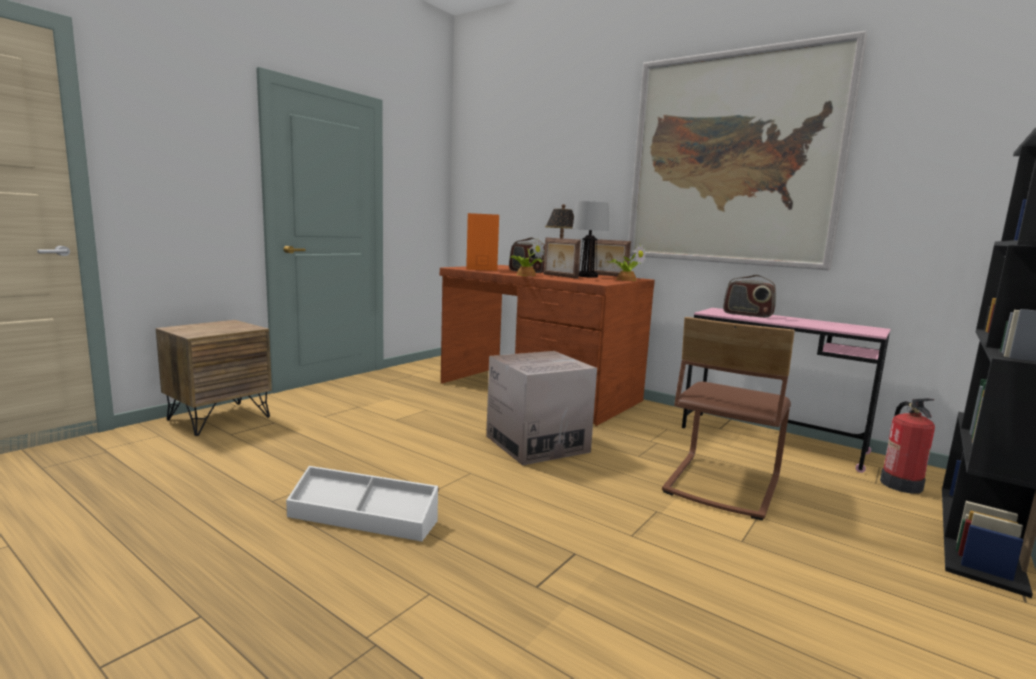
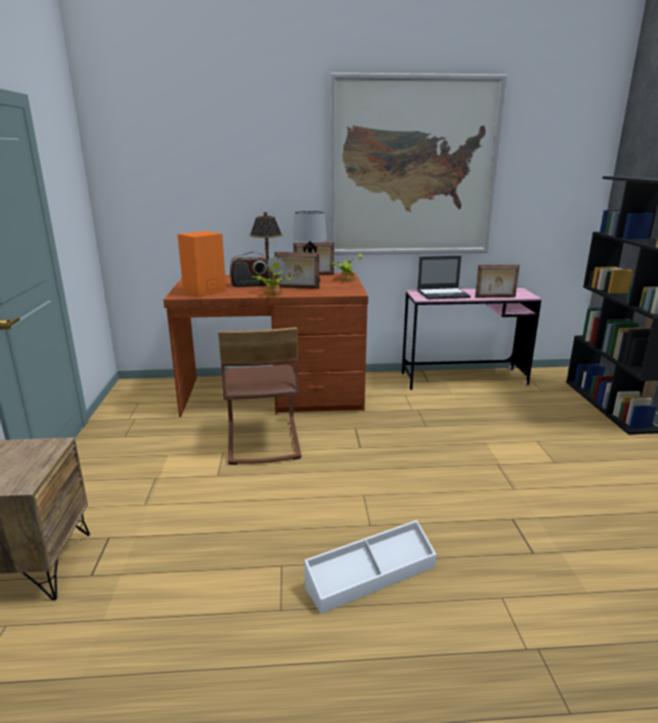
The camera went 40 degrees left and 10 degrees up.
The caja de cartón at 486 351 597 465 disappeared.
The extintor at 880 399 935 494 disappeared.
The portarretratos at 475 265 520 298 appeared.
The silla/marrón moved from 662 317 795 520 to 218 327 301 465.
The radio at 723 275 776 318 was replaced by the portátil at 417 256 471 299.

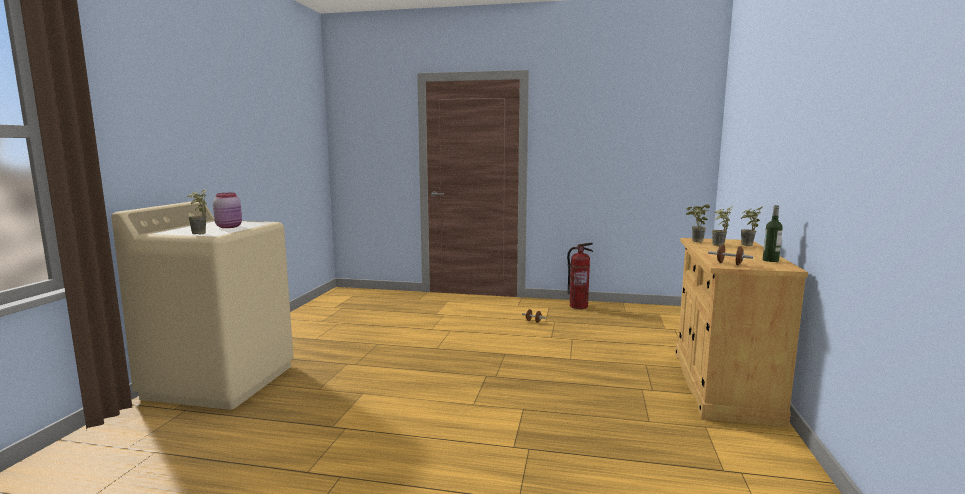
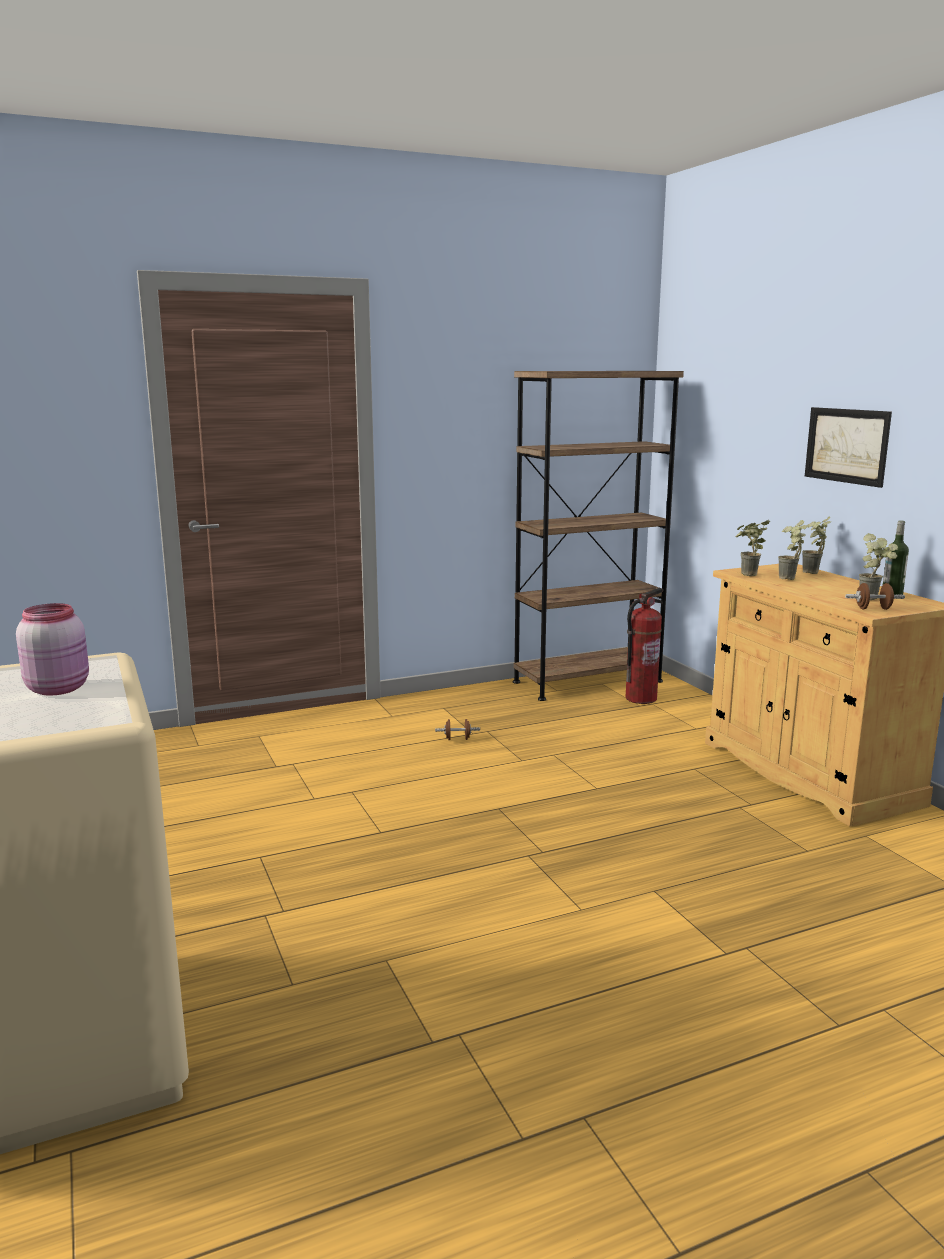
The camera went 35 degrees left and 5 degrees up.
The estantería/marrón at 513 371 684 701 appeared.
The cuadro at 805 407 892 488 appeared.
The planta en maceta moved from 187 187 207 234 to 859 533 898 600.
The extintor moved from 567 243 593 309 to 626 588 663 704.

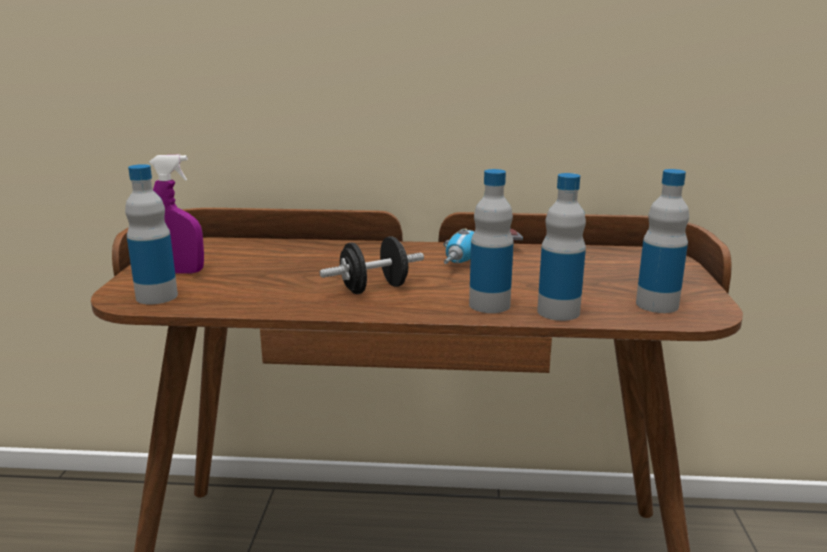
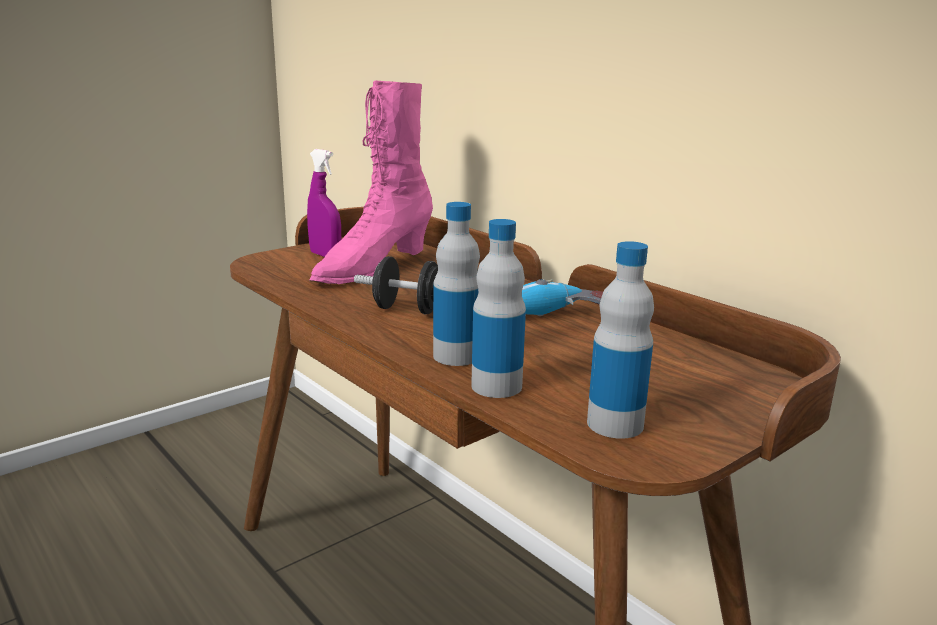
The camera went 45 degrees right and 0 degrees up.
The botella at 125 164 178 304 disappeared.
The bota/rosa at 309 80 433 284 appeared.

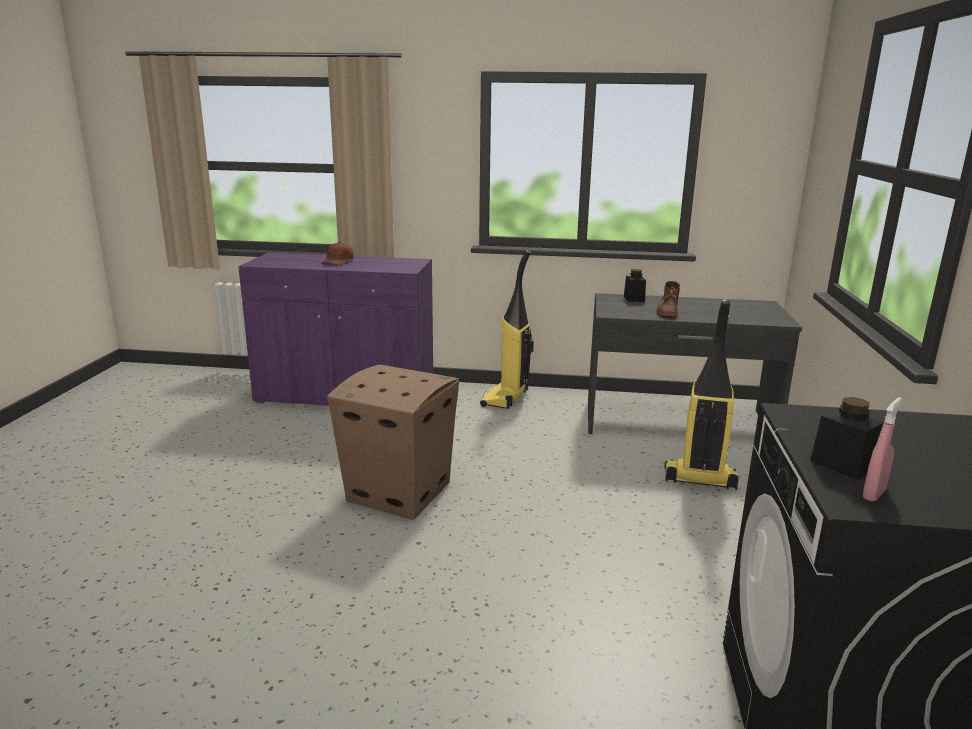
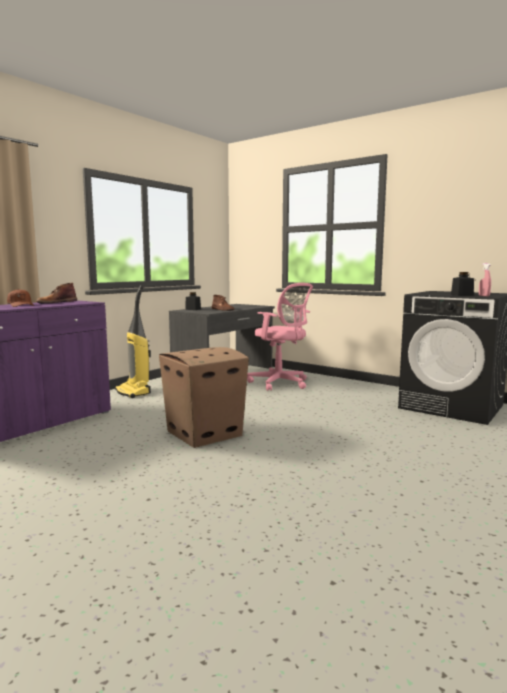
The camera went 60 degrees left and 10 degrees down.
The bota/marrón at 36 283 77 304 appeared.
The aspiradora at 664 300 739 490 was replaced by the silla de oficina/rosa at 247 283 313 391.

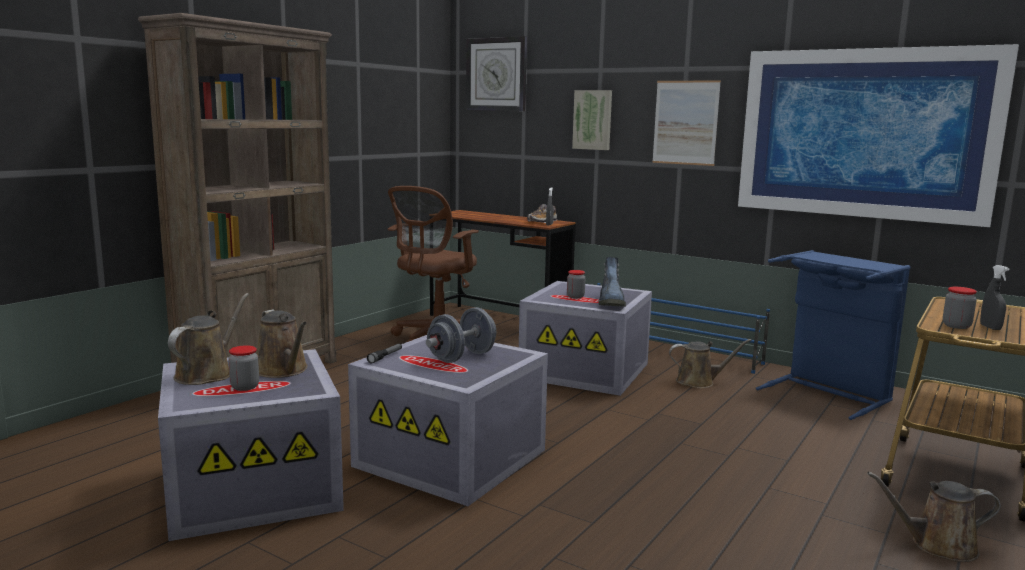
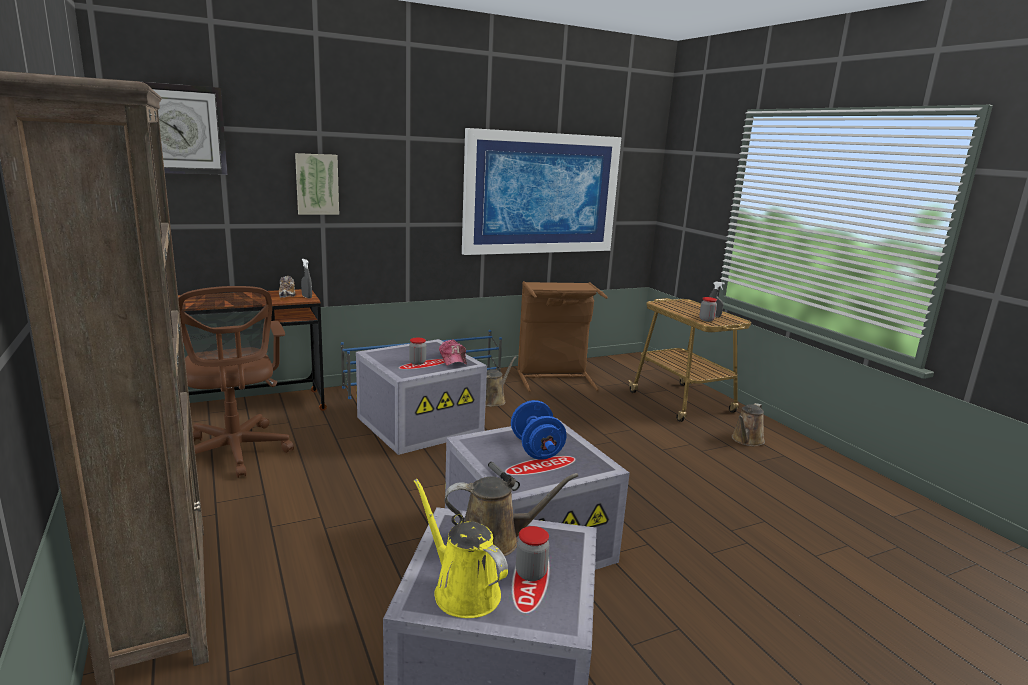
The camera went 60 degrees left and 5 degrees up.
The cuadro at 652 80 721 166 disappeared.
The bota at 599 257 626 307 was replaced by the gorra at 439 339 467 366.
The regadera/marrón at 168 293 249 385 became the regadera/amarillo at 414 479 508 618.
The mancuerna/gris at 426 307 496 363 became the mancuerna/azul at 511 400 566 460.
The cesto de la ropa/azul at 756 250 911 420 became the cesto de la ropa/marrón at 517 281 608 392.

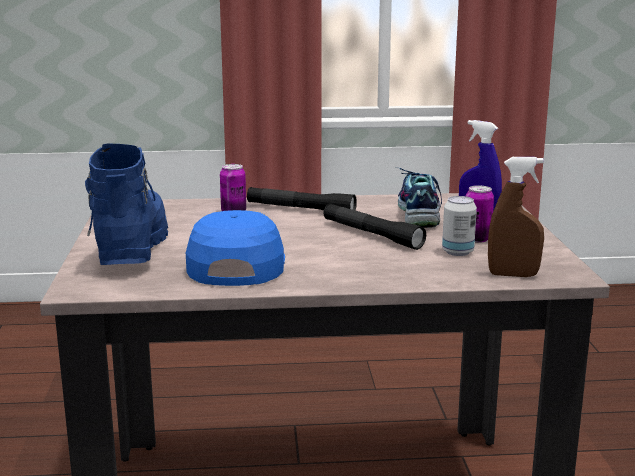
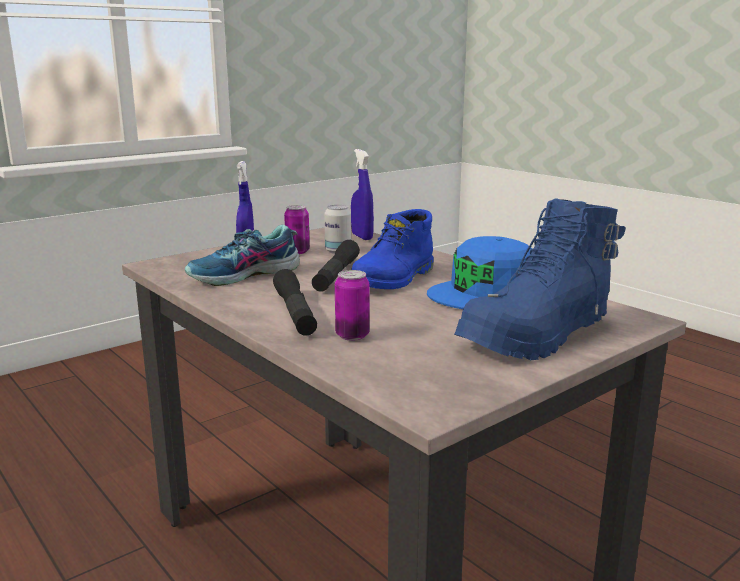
The camera went 125 degrees left and 0 degrees up.
The bota/azul at 352 209 434 289 appeared.
The pulverizador/marrón at 488 157 544 277 became the pulverizador/azul at 351 149 374 240.

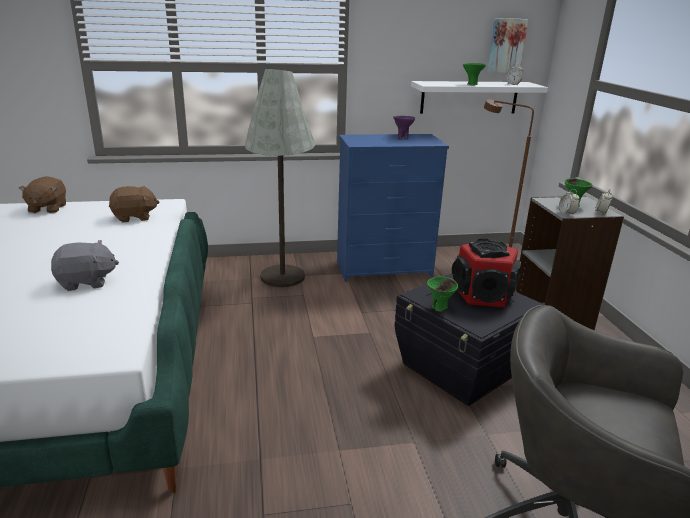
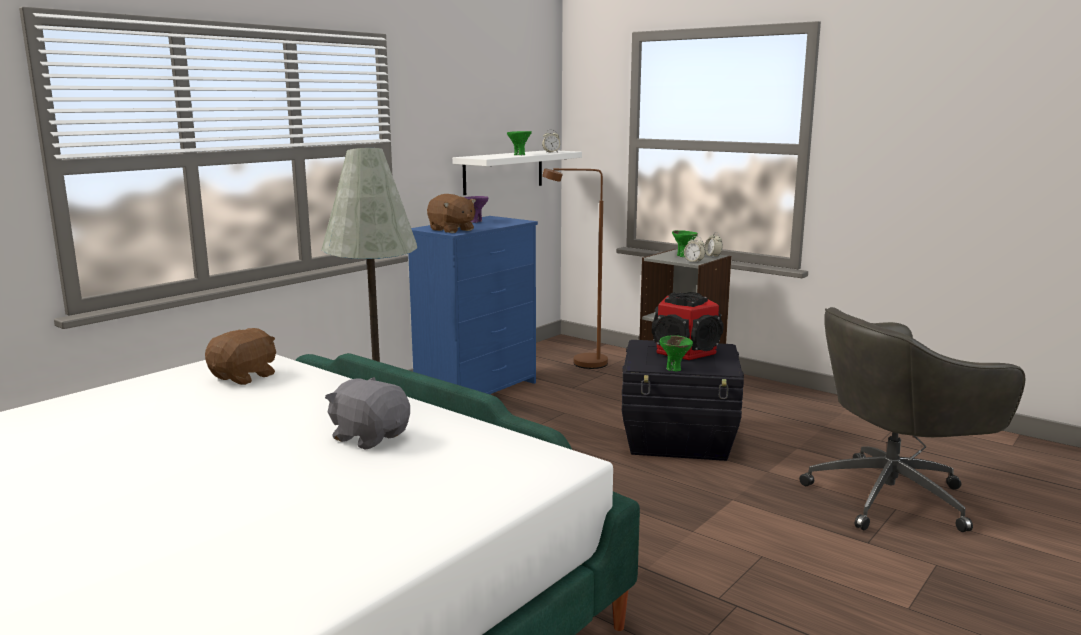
The camera went 40 degrees left and 10 degrees down.
The cuadro at 487 18 528 73 disappeared.
The peluche/marrón moved from 19 176 66 213 to 427 194 476 233.
The peluche/gris at 51 240 119 291 turned 90 degrees counterclockwise.

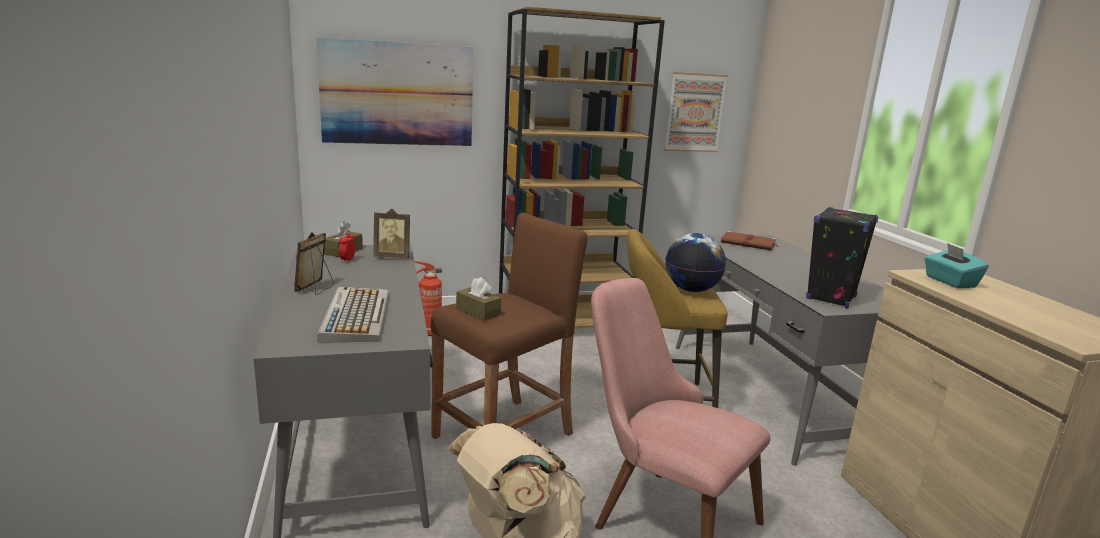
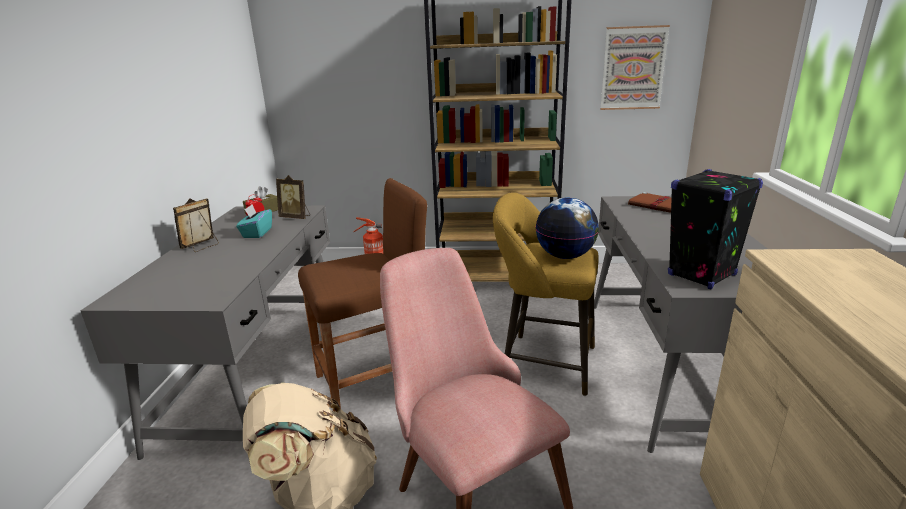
The camera went 20 degrees right and 5 degrees up.
The cuadro at 316 37 473 146 disappeared.
The teclado at 317 287 389 343 disappeared.
The caja de pañuelos/marrón at 456 277 501 320 disappeared.
The caja de pañuelos/turquesa moved from 924 243 989 288 to 236 204 272 238.

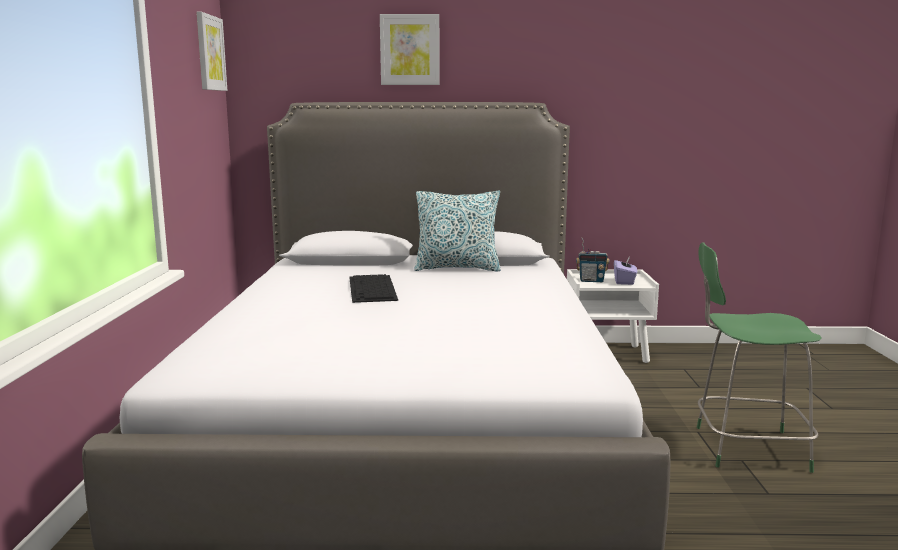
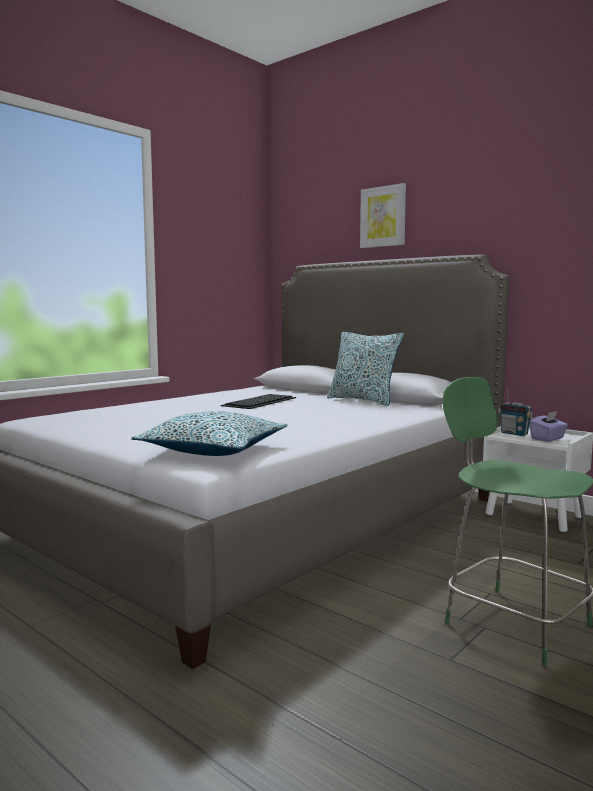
The camera went 40 degrees right and 5 degrees down.
The cuadro at 196 12 227 91 disappeared.
The cojín at 131 411 288 456 appeared.

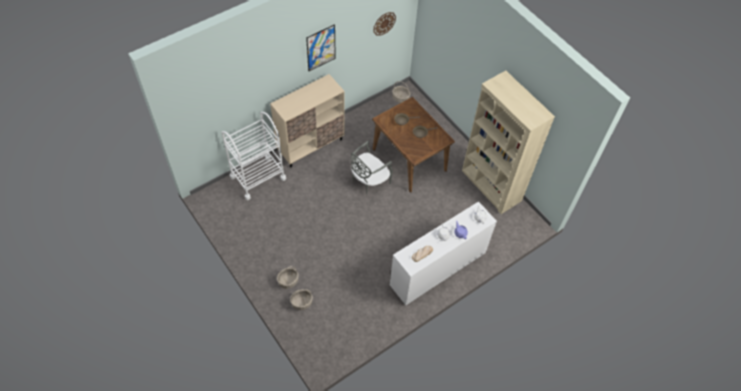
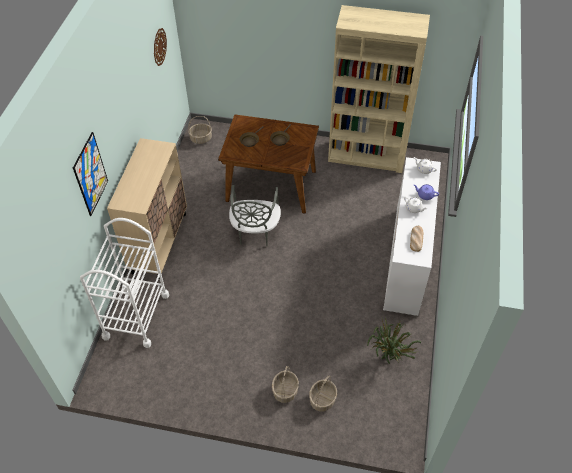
The camera went 40 degrees left and 5 degrees down.
The planta en maceta at 367 315 421 364 appeared.
The cuadro moved from 306 24 336 71 to 73 132 108 216.

